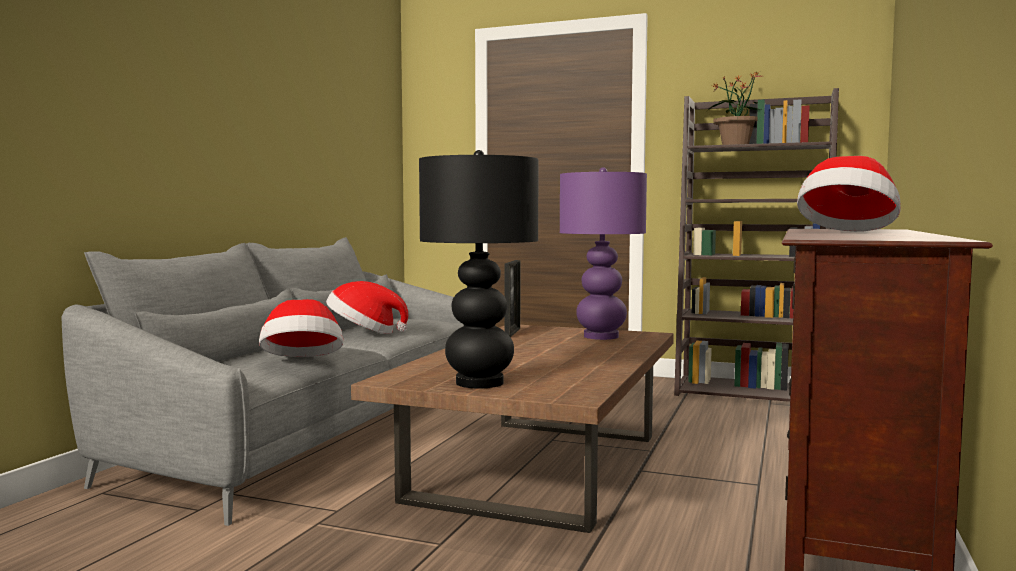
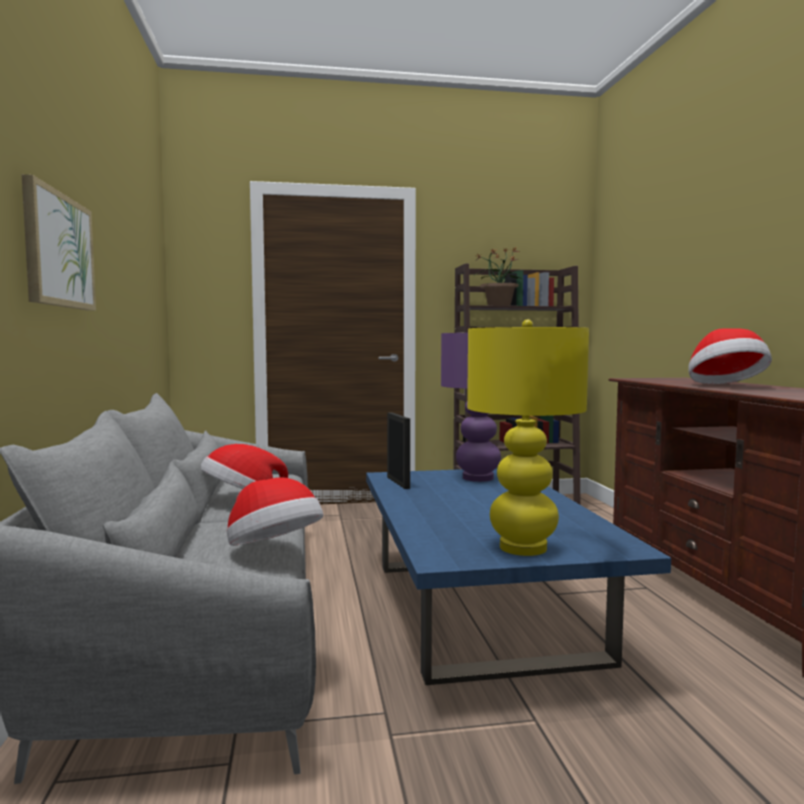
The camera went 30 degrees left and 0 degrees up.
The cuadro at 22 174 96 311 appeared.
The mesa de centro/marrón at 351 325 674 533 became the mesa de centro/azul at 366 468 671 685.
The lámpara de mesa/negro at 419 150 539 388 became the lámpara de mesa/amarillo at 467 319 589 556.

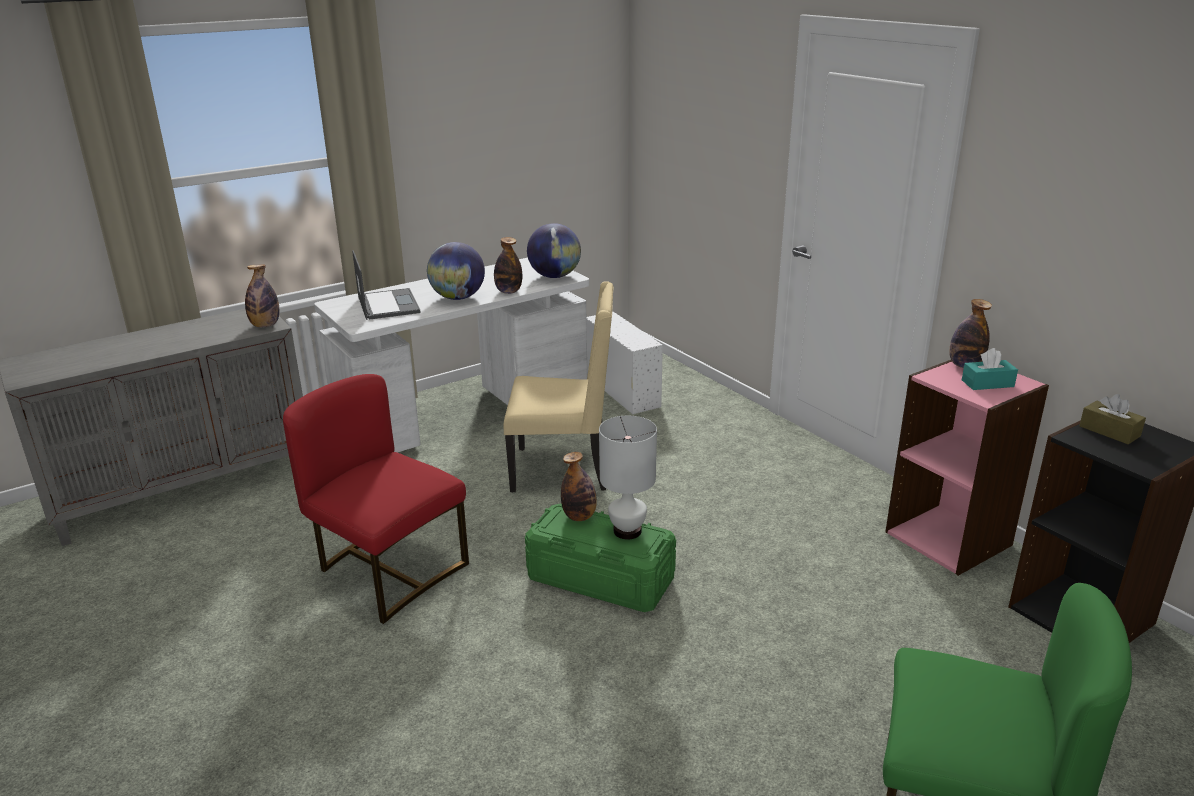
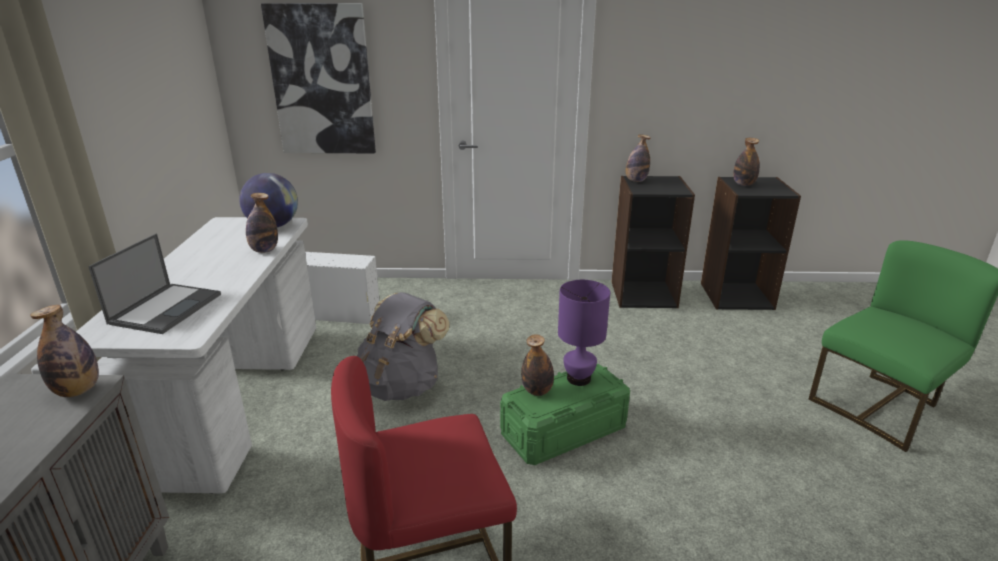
The camera went 55 degrees left and 0 degrees up.
The globo terráqueo at 427 242 485 300 disappeared.
The caja de pañuelos/turquesa at 962 348 1018 390 disappeared.
The cuadro at 261 3 376 153 appeared.
The silla/beis at 504 281 614 492 was replaced by the mochila/gris at 357 292 450 401.
The caja de pañuelos/marrón at 1079 394 1146 444 was replaced by the botella at 733 138 760 186.
The lámpara de mesa/blanco at 599 416 657 540 became the lámpara de mesa/morado at 558 280 610 386.
The estantería/rosa at 885 360 1049 576 became the estantería/negro at 612 176 695 308.
The portátil at 352 250 421 320 turned 90 degrees clockwise.

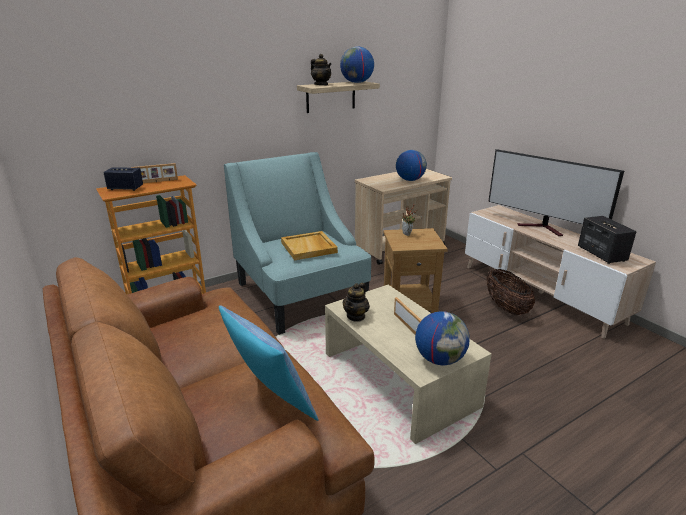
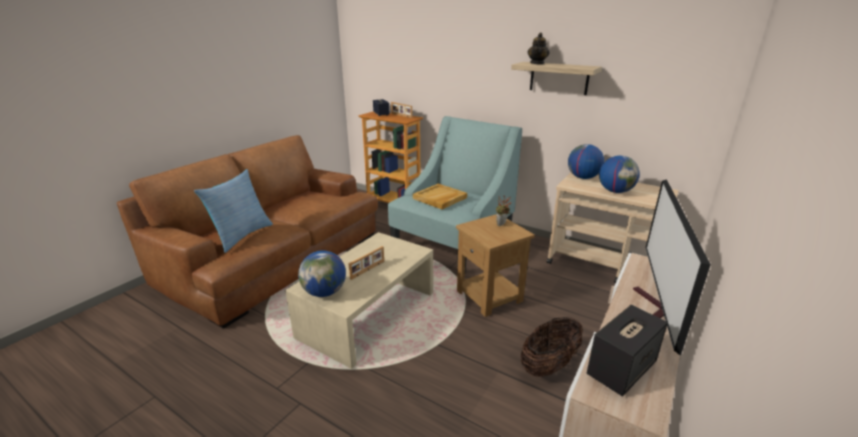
The camera went 65 degrees right and 0 degrees up.
The tetera at 342 283 370 322 disappeared.
The globo terráqueo moved from 340 46 374 83 to 568 144 604 179.

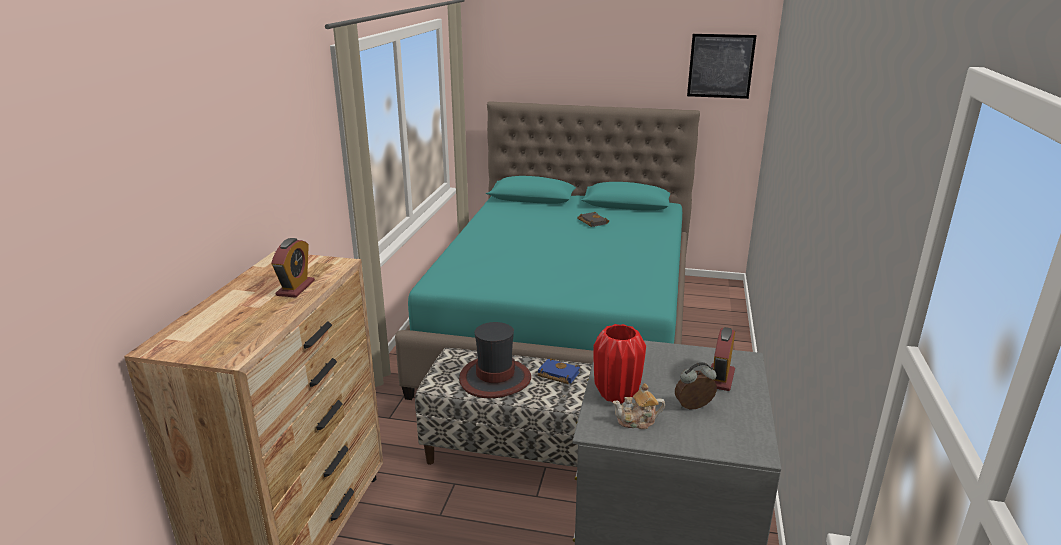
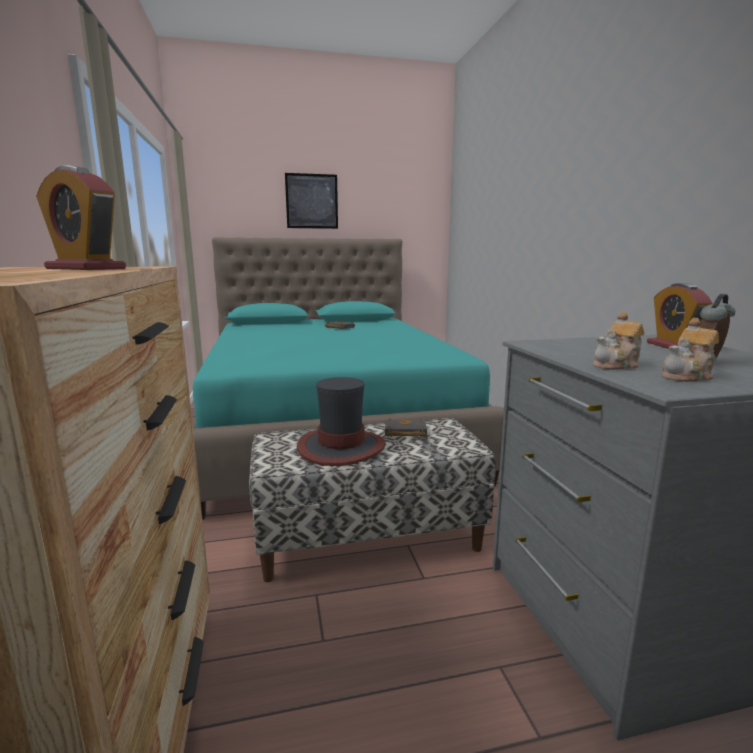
The camera went 25 degrees left and 10 degrees down.
The cuadro moved from 687 34 757 99 to 285 173 338 229.
The florero/rojo at 593 324 646 403 was replaced by the tetera at 593 312 644 370.
The libro/azul at 538 358 580 384 became the libro/negro at 385 418 427 437.
The despertador at 271 238 315 298 turned 135 degrees clockwise.

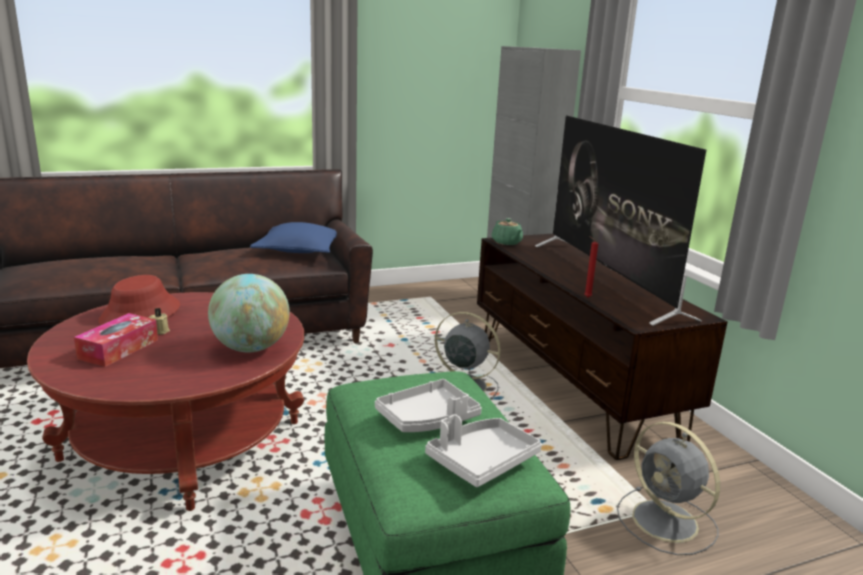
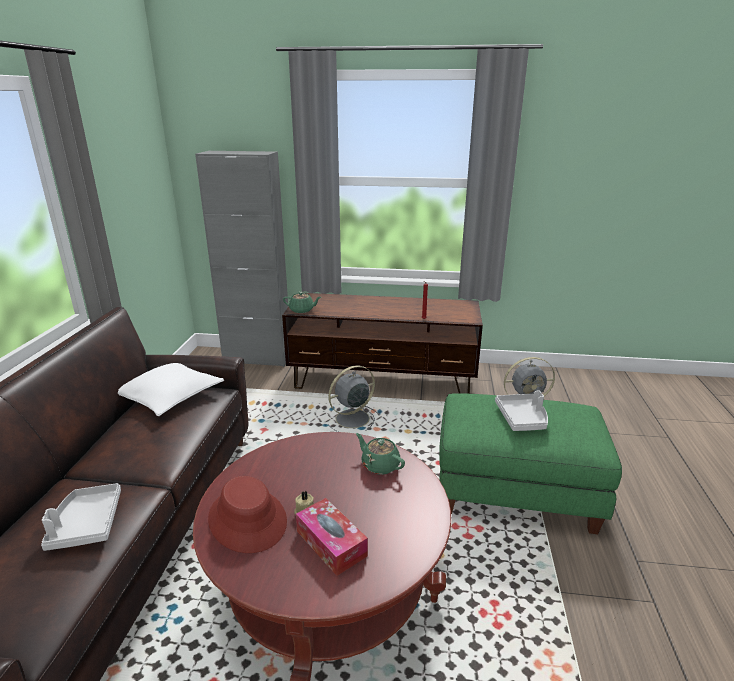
The camera went 60 degrees left and 5 degrees up.
The televisor at 535 115 706 326 disappeared.
The bandeja/gris moved from 425 414 542 487 to 41 483 121 551.
The globo terráqueo at 208 274 290 352 was replaced by the tetera/verde at 356 433 405 475.
The cojín/azul at 250 222 337 253 became the cojín/blanco at 118 363 224 416.

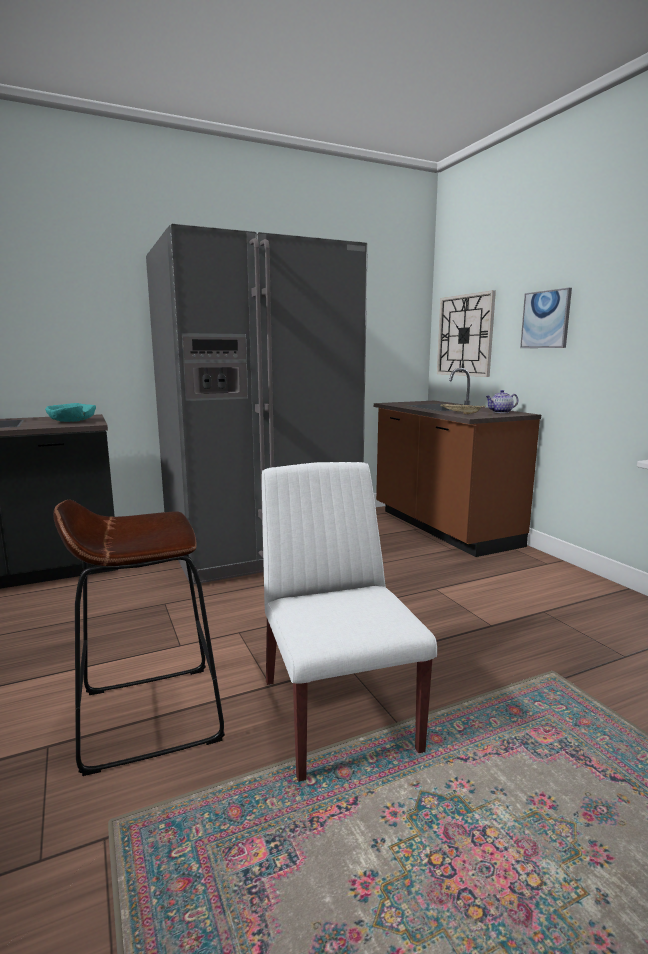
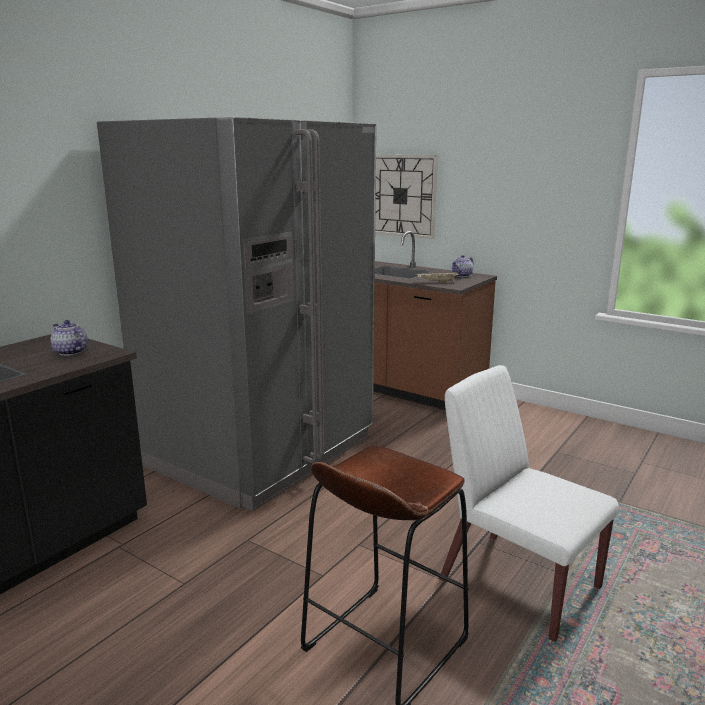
The camera went 30 degrees left and 5 degrees up.
The cuadro at 520 288 572 348 disappeared.
The cuenco/turquesa at 45 403 96 422 was replaced by the tetera at 51 320 88 356.

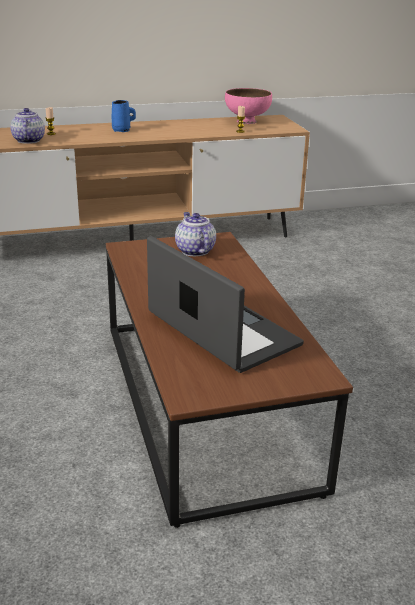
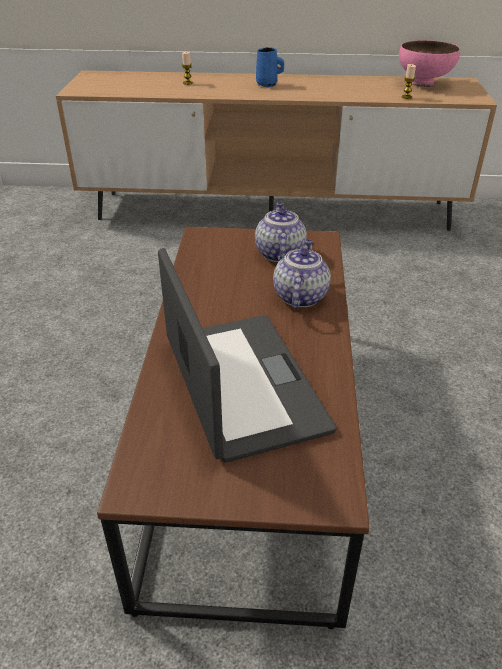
The camera went 20 degrees right and 10 degrees up.
The tetera moved from 10 108 45 144 to 273 239 331 308.

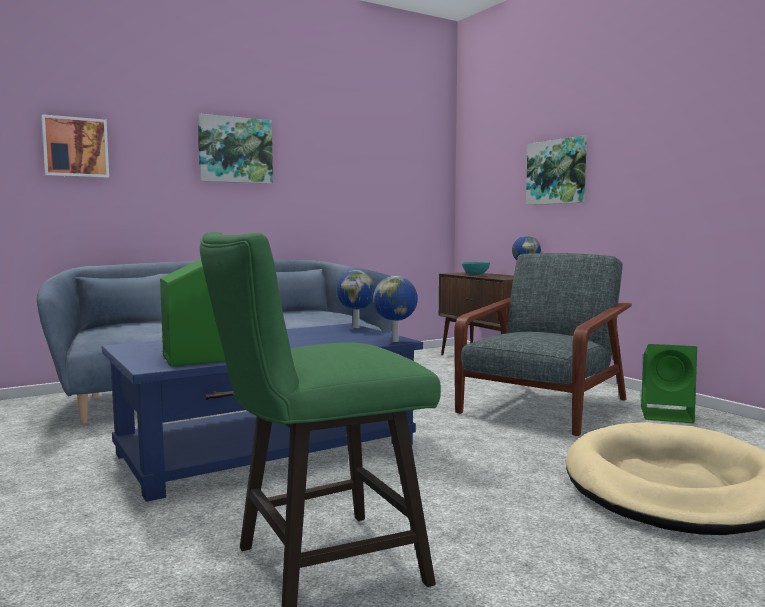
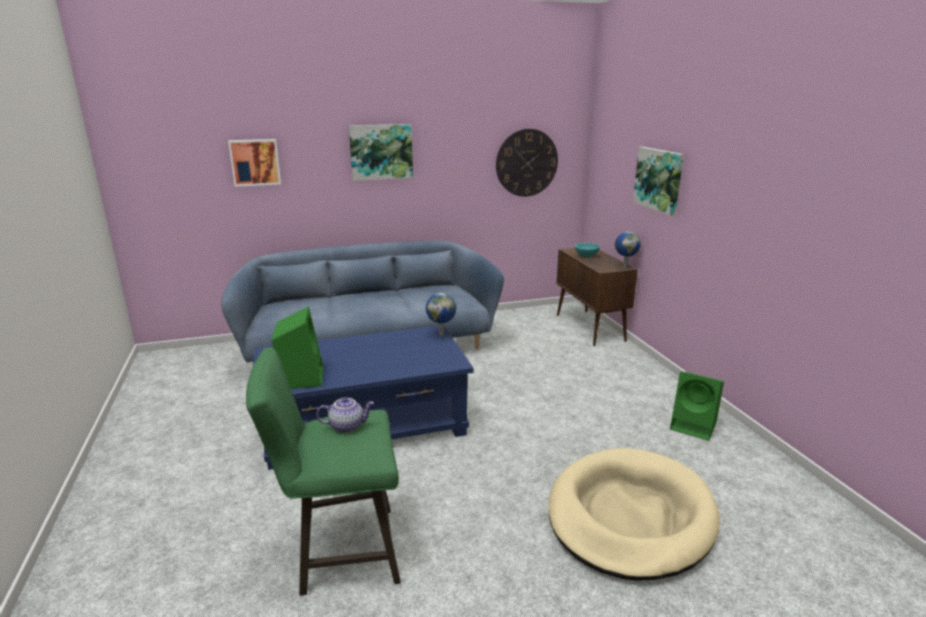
The camera went 15 degrees right and 15 degrees up.
The globo terráqueo at 373 276 418 342 disappeared.
The sillón/gris at 454 253 632 436 disappeared.
The tetera at 316 397 374 433 appeared.
The reloj de pared at 496 129 558 197 appeared.

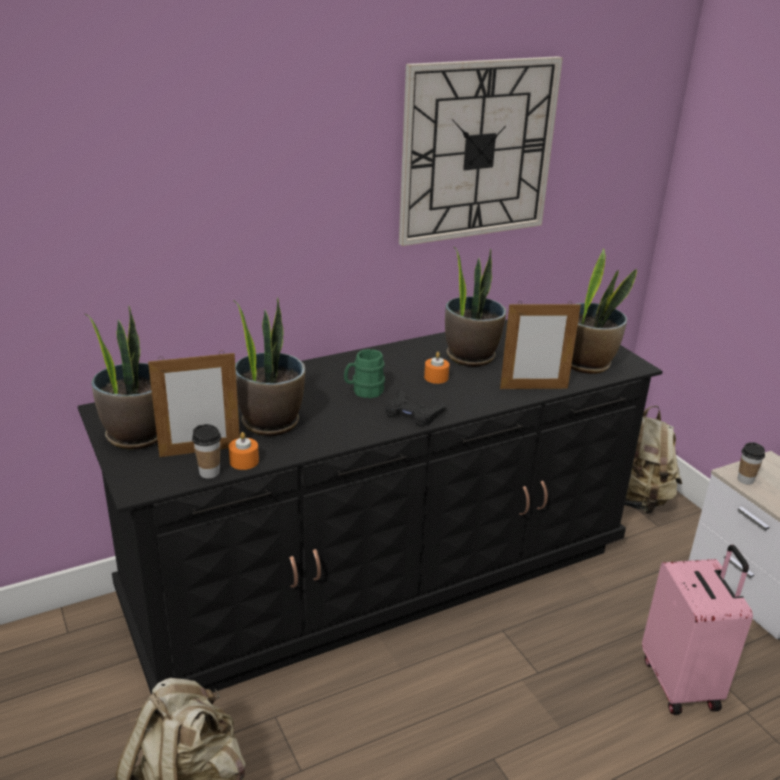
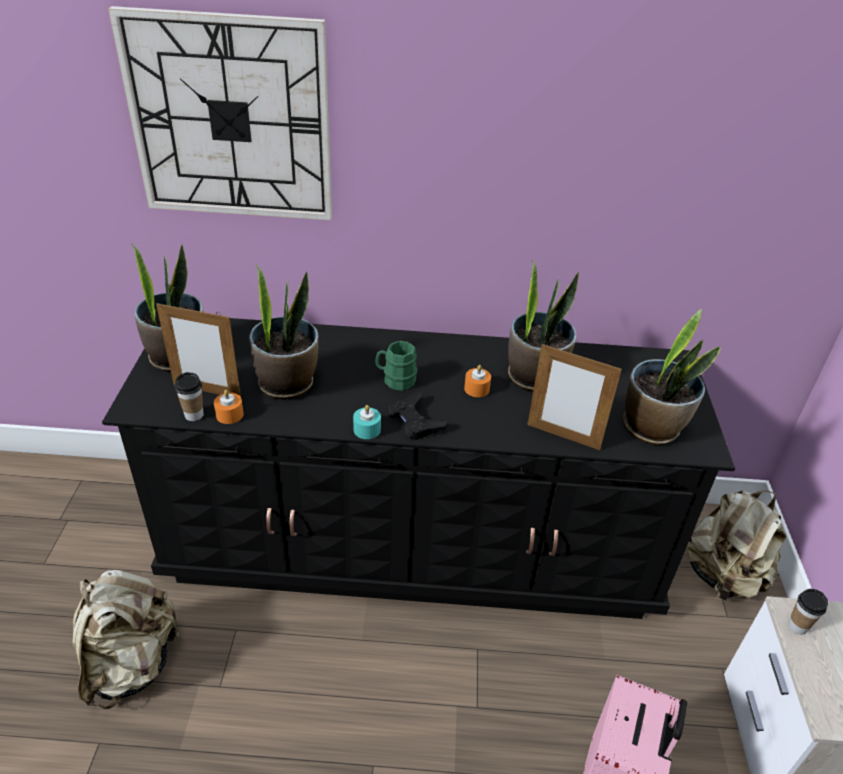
The camera went 30 degrees right and 10 degrees up.
The vela/turquesa at 353 405 381 439 appeared.
The reloj de pared moved from 399 56 563 246 to 108 6 332 220.

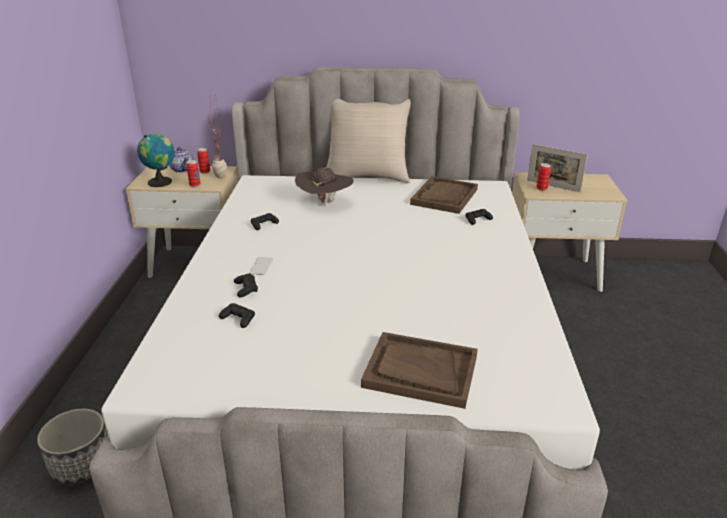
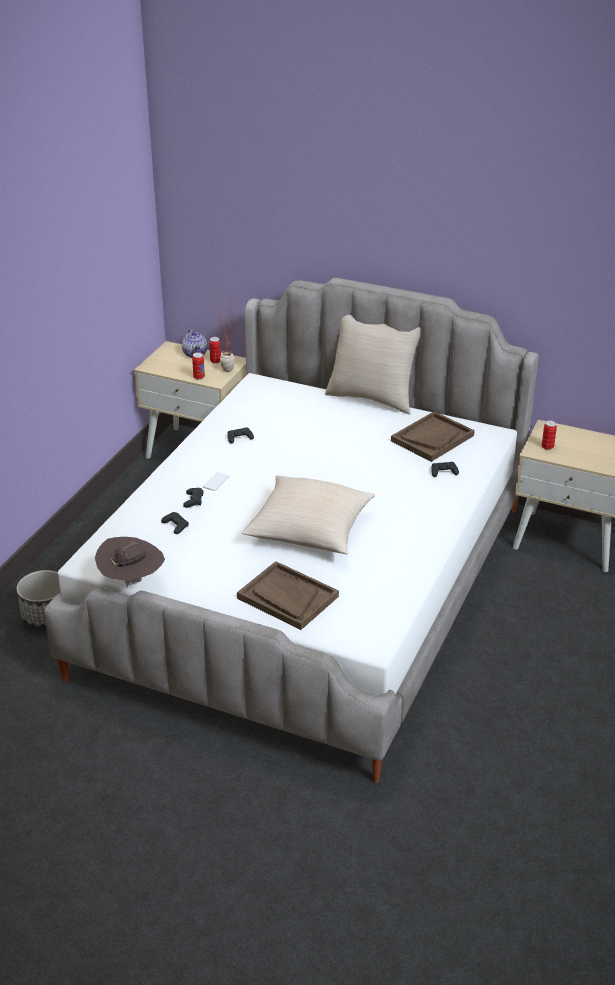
The camera went 20 degrees right and 5 degrees up.
The globo terráqueo at 137 133 175 187 disappeared.
The portarretratos at 527 144 588 192 disappeared.
The cojín/beis at 242 476 375 554 appeared.
The sombrero/marrón moved from 295 167 354 206 to 95 537 165 587.

